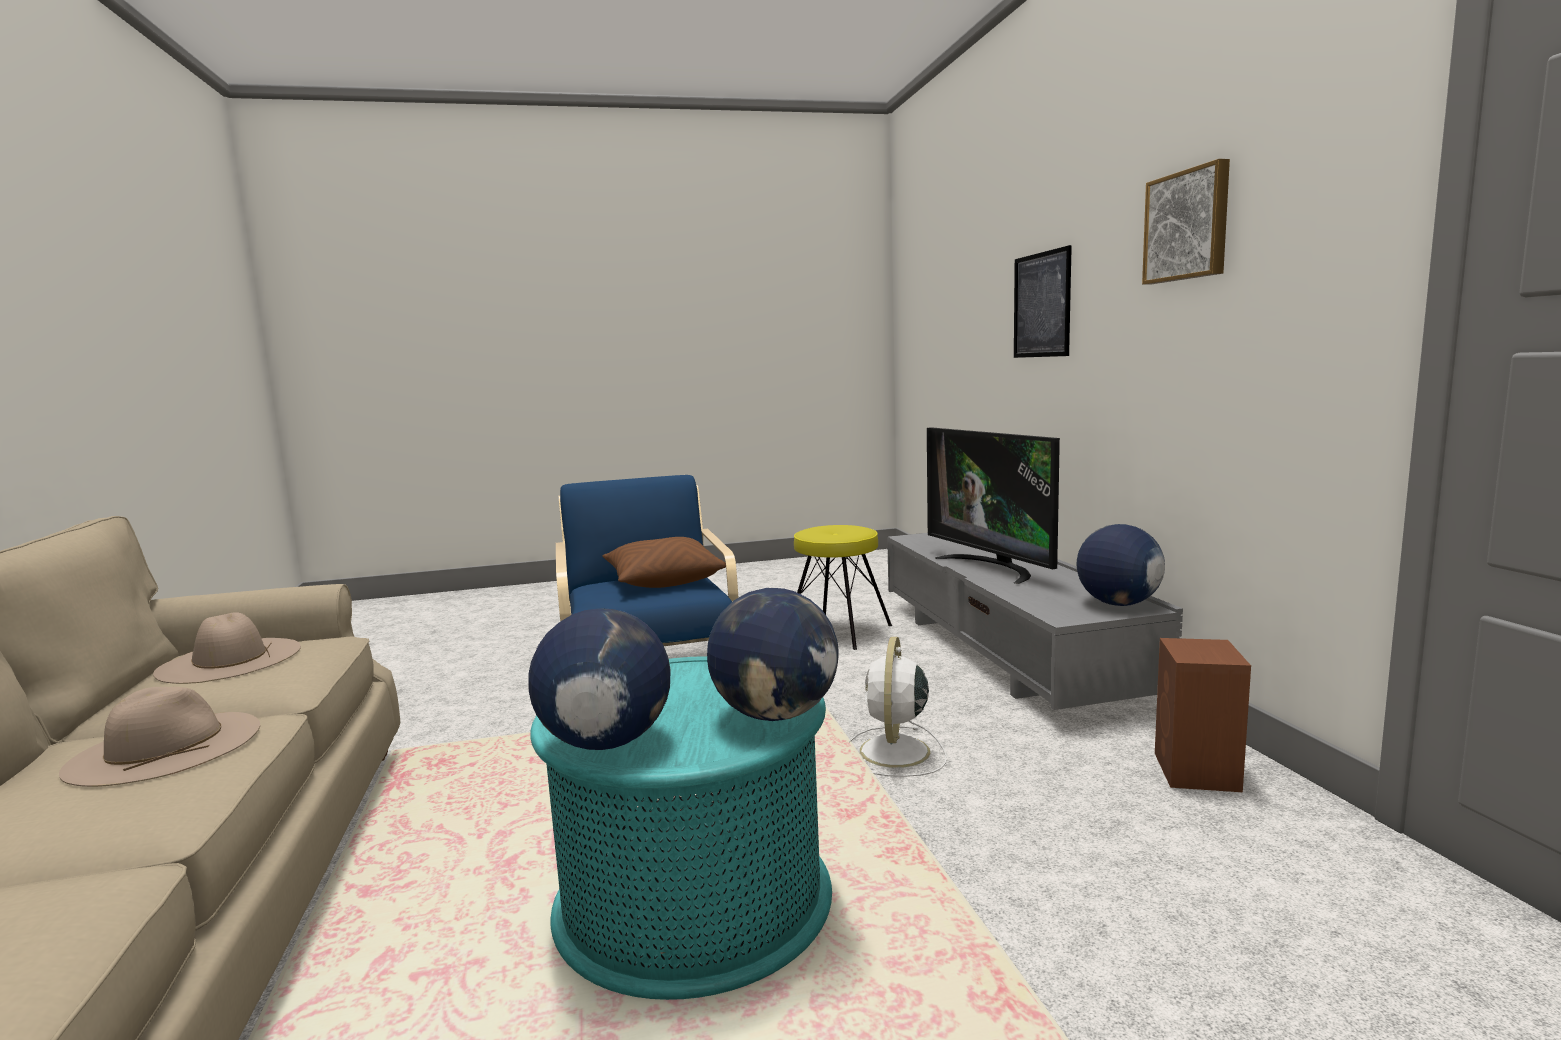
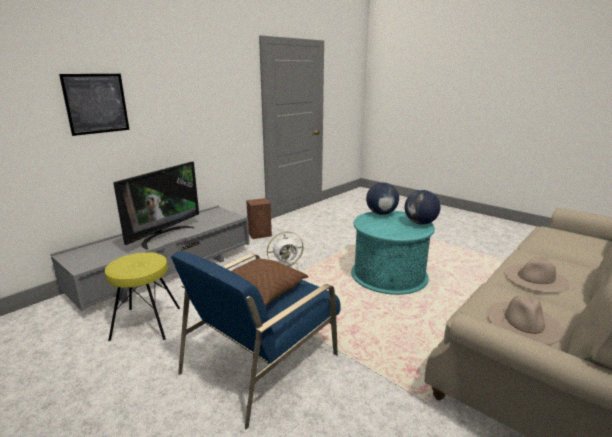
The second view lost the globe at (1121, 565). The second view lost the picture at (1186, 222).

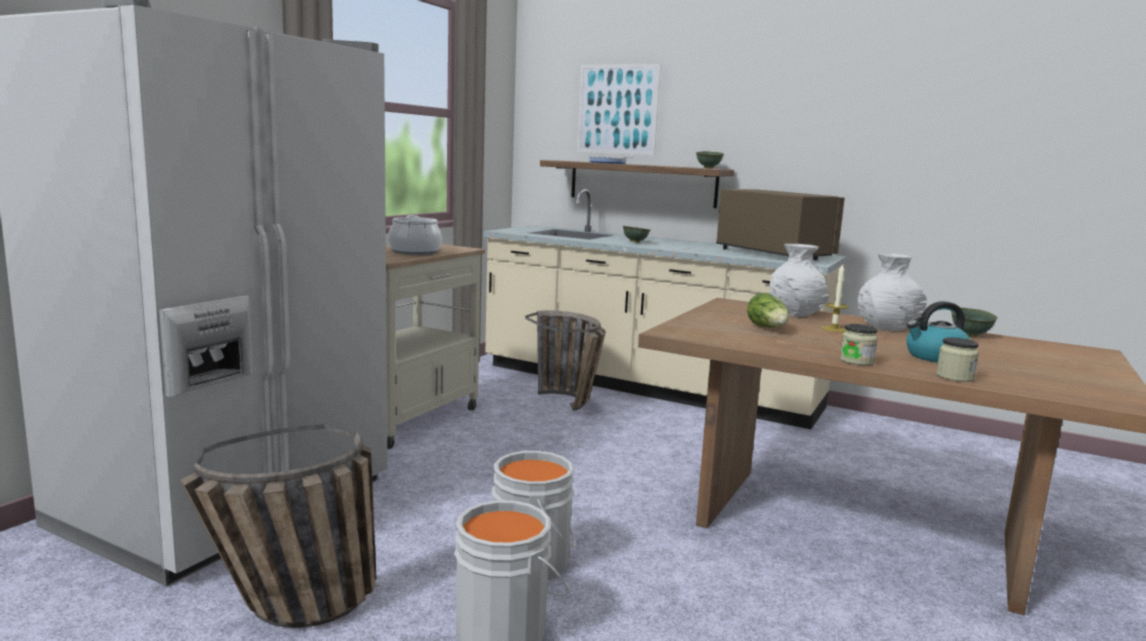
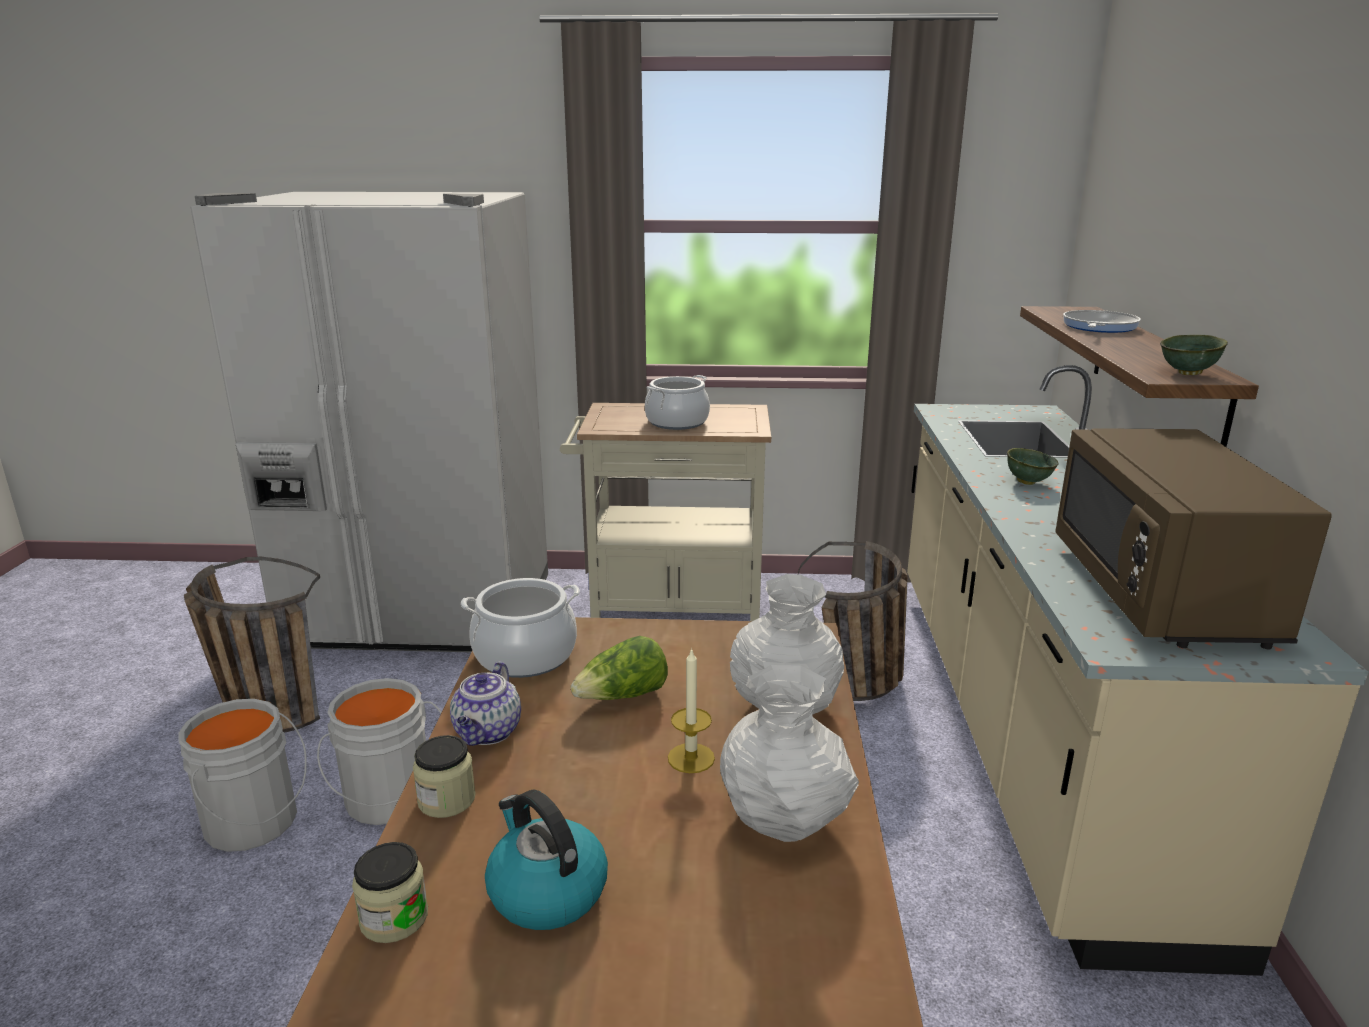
The second view lost the picture at (619, 110). The second view lost the green-coloured deep dish at (974, 322). The second view gained the teapot at (485, 704). The second view gained the stockpot at (520, 628). The brown microwave at (780, 224) ended up facing another way, 150 degrees clockwise from before.

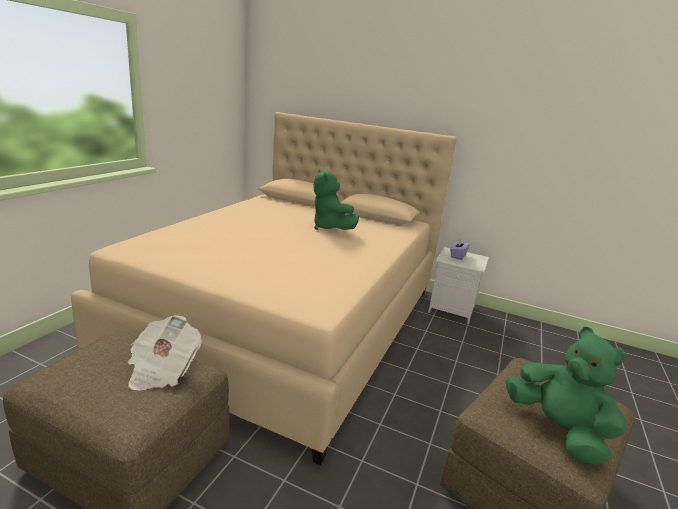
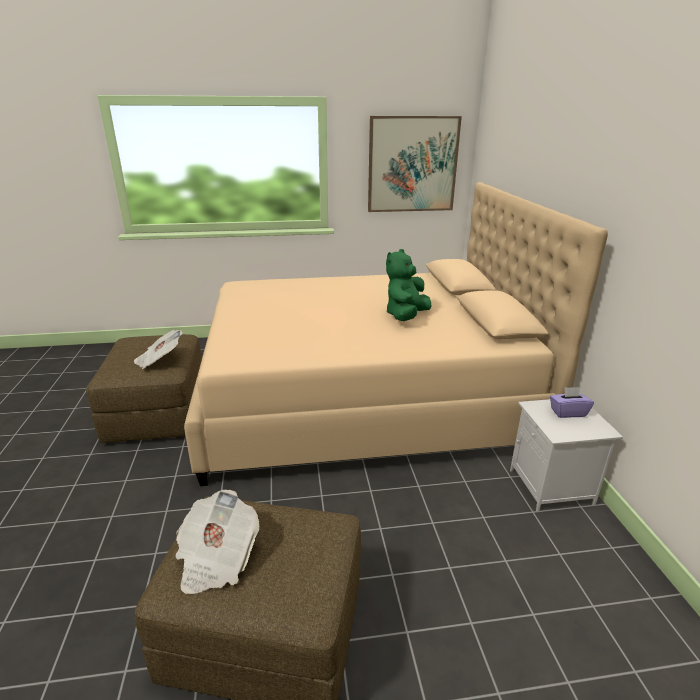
The second view gained the picture at (415, 164). Where the green-coloured soft toy stood at (566, 396), the newspaper came to stand at (217, 542).

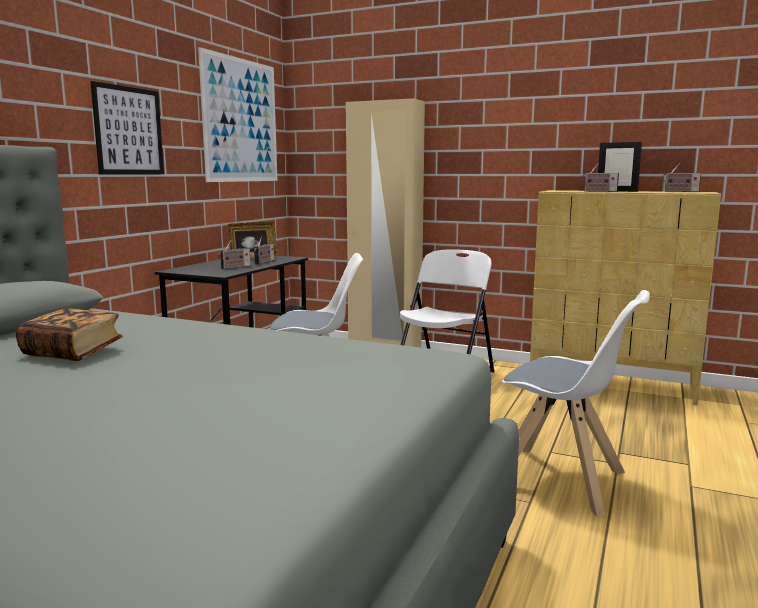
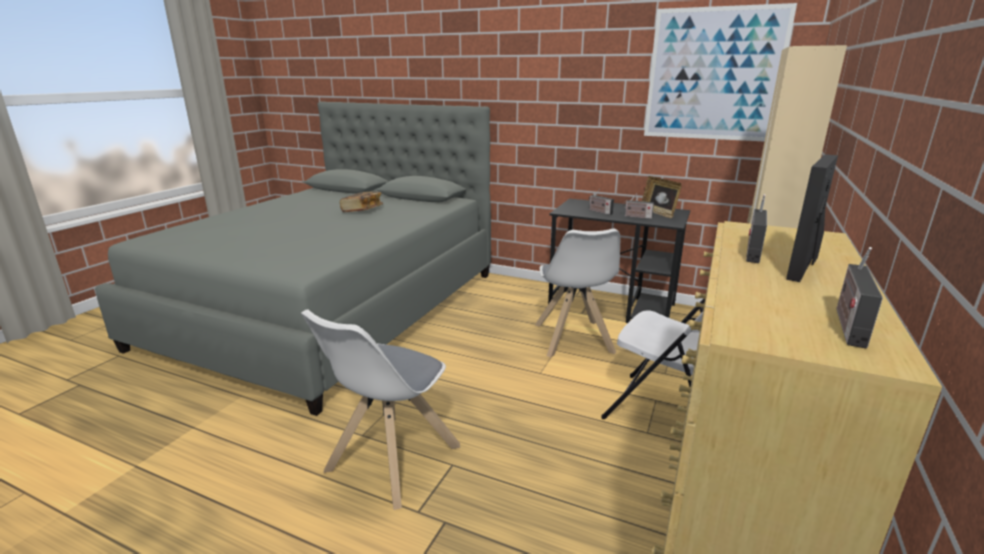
The second view lost the picture at (127, 128).

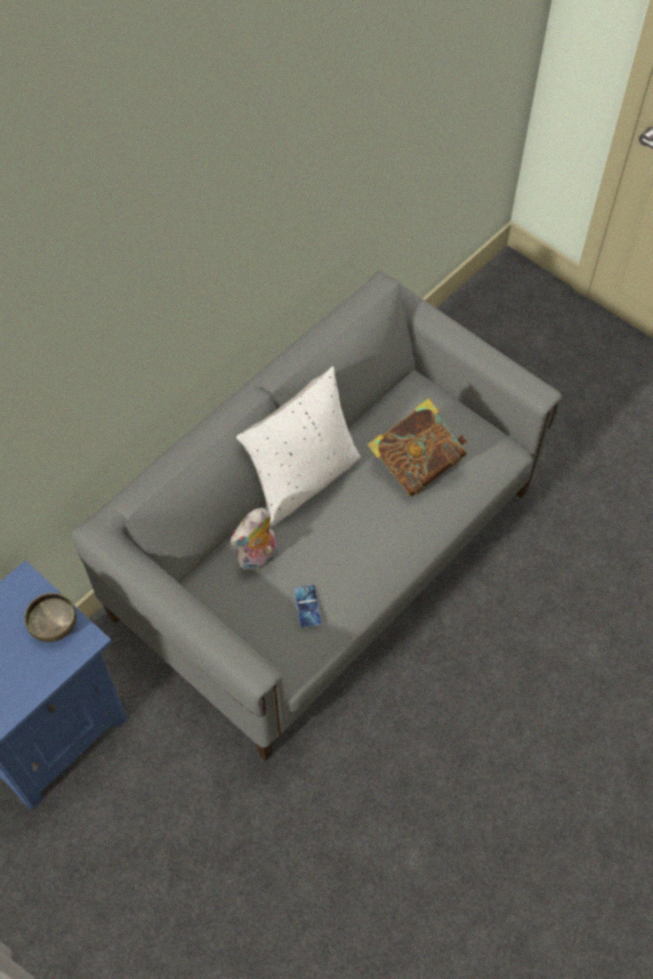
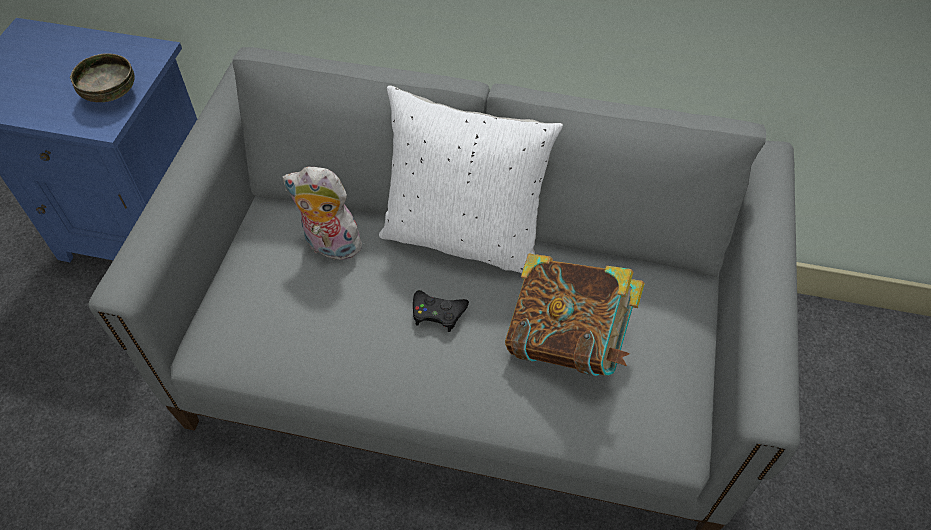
The second view lost the handset at (308, 606). The second view gained the black gamepad at (441, 311).

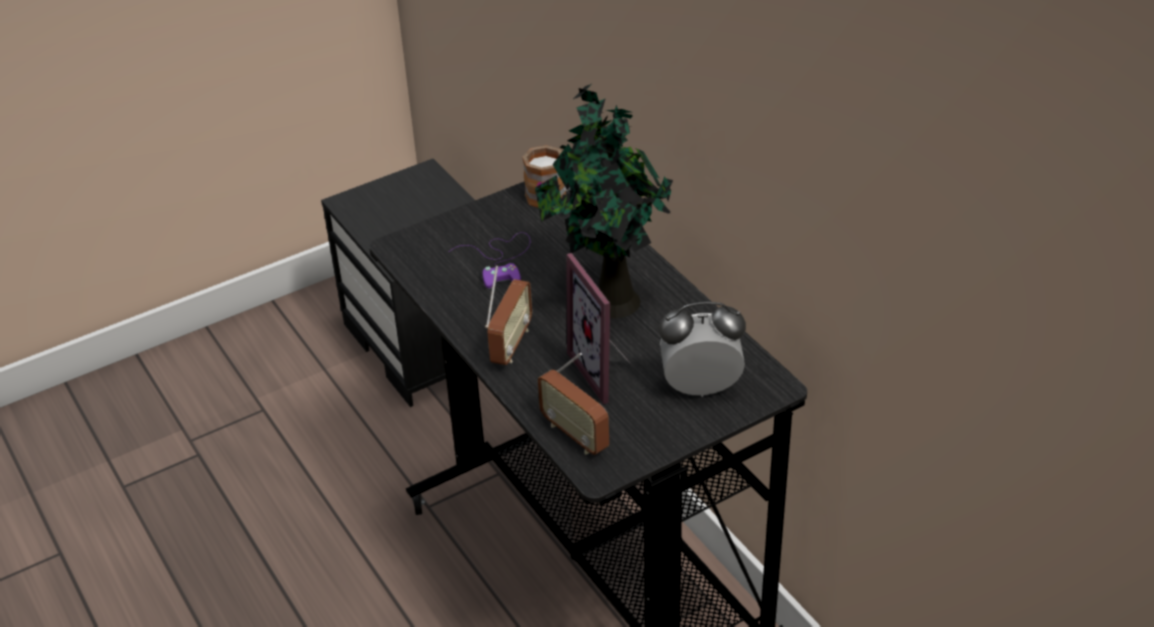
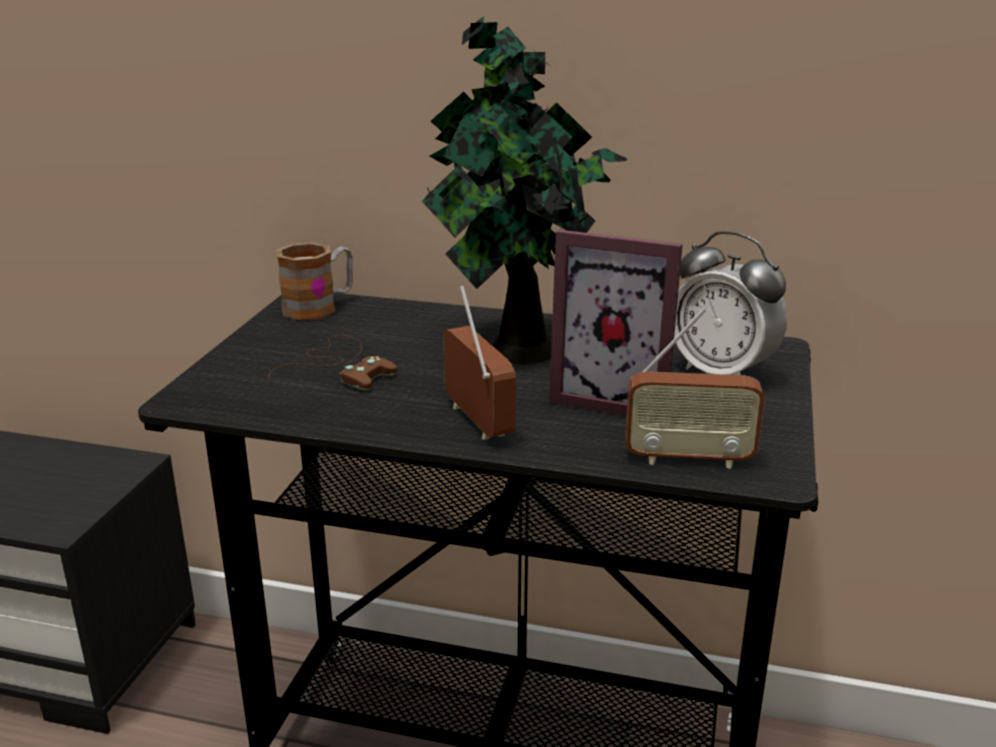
What was the purple gamepad at (489, 260) turned into the brown gamepad at (332, 362). The alarm clock at (702, 349) ended up facing another way, 90 degrees counterclockwise from before.

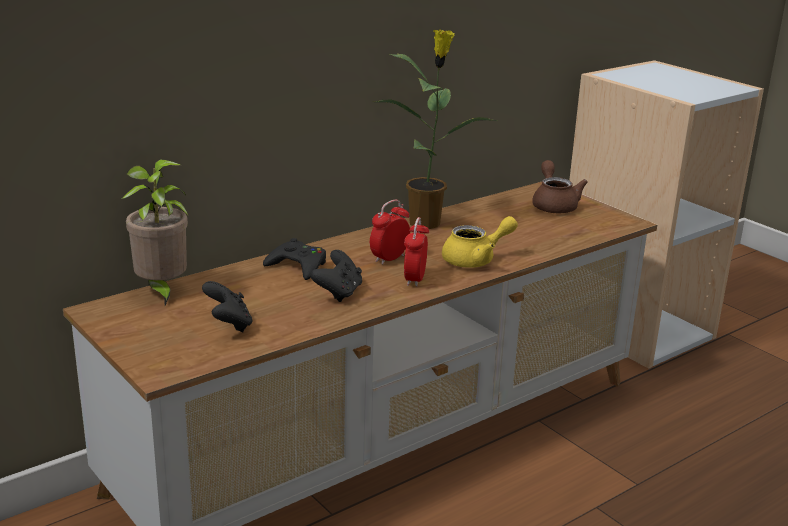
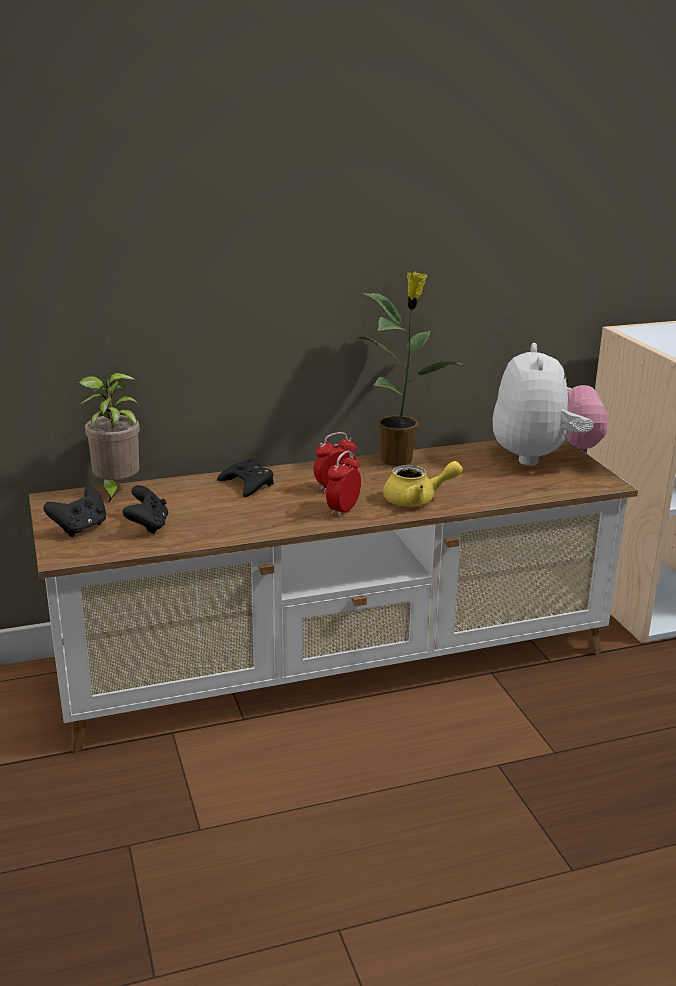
The black gamepad ended up elsewhere, having gone from (336, 276) to (74, 511). Where the brown teapot stood at (560, 186), the soft toy came to stand at (550, 404).

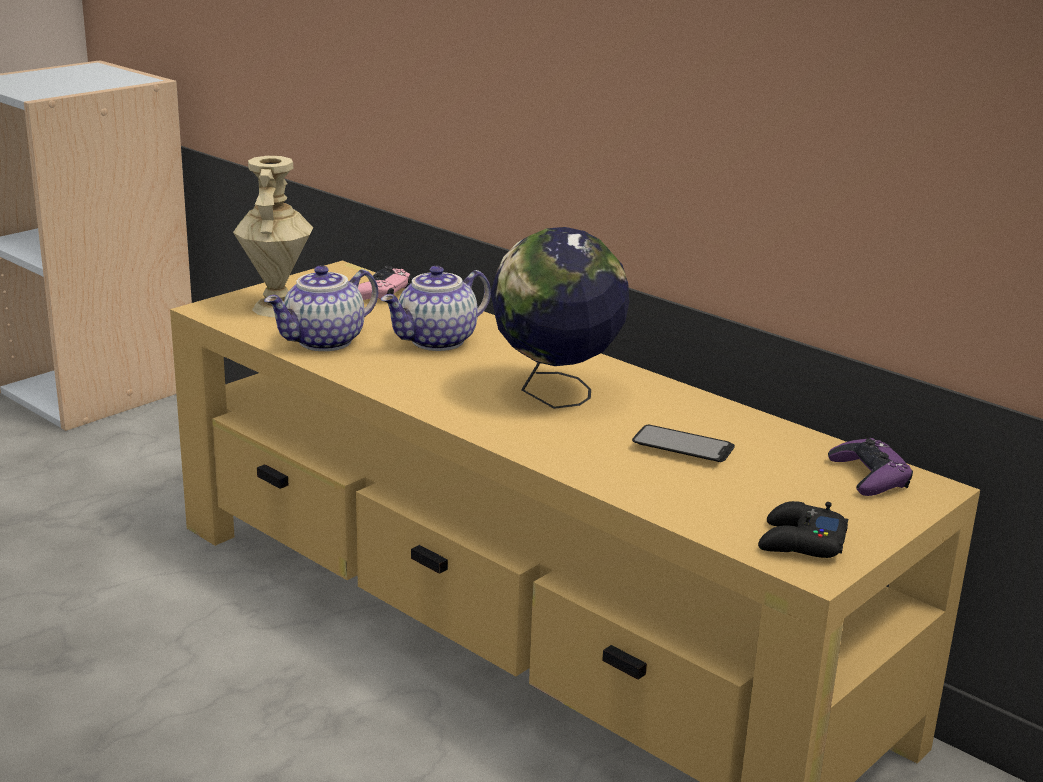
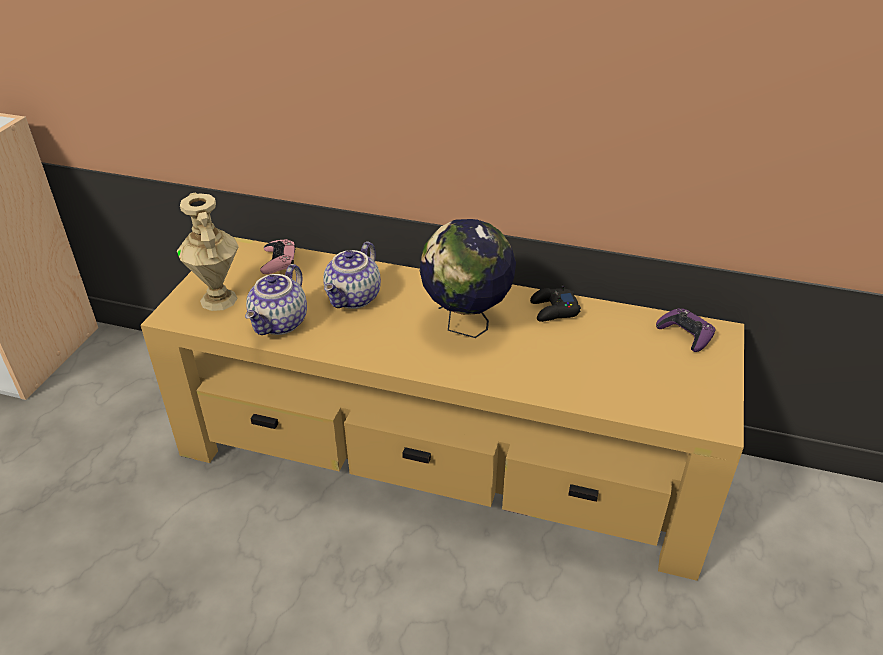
The second view lost the handset at (683, 443). The black gamepad ended up elsewhere, having gone from (803, 529) to (555, 303).

